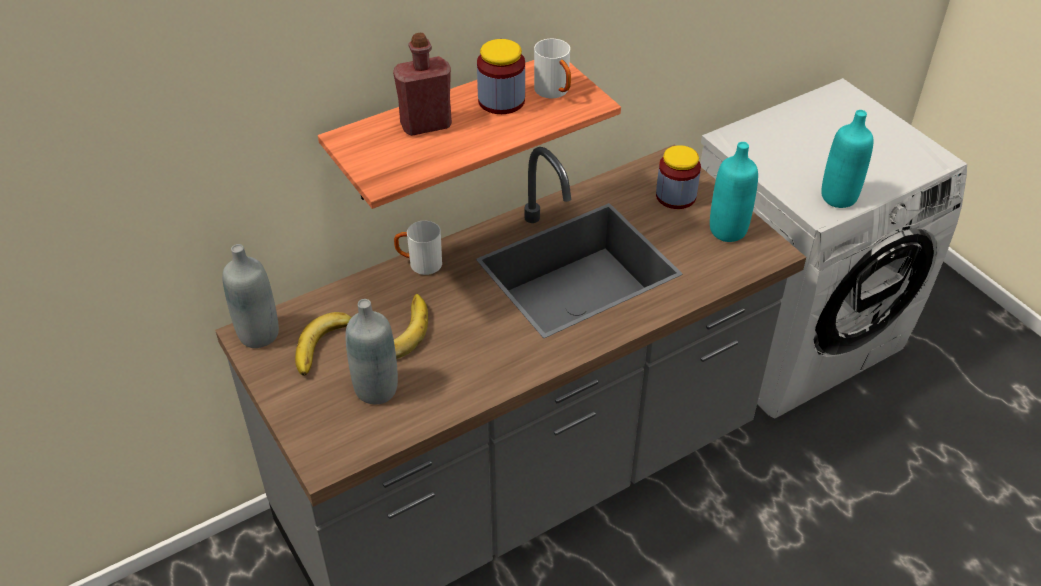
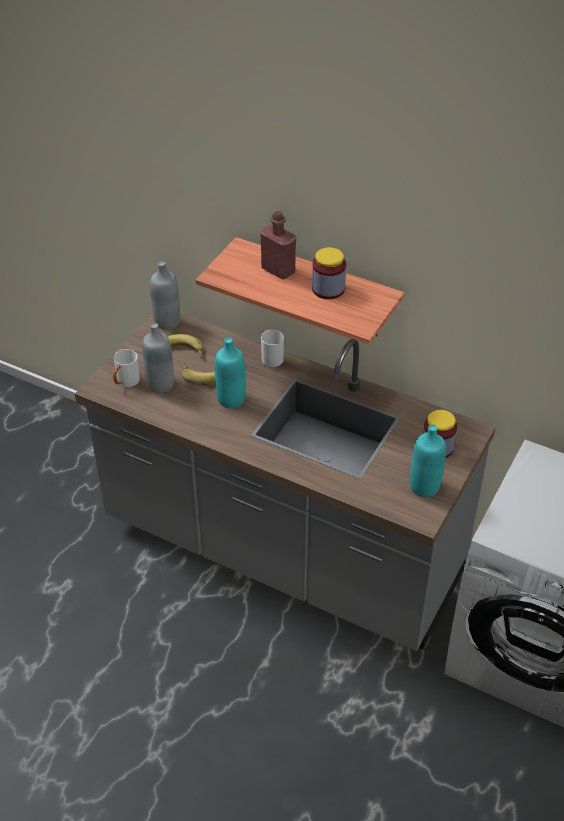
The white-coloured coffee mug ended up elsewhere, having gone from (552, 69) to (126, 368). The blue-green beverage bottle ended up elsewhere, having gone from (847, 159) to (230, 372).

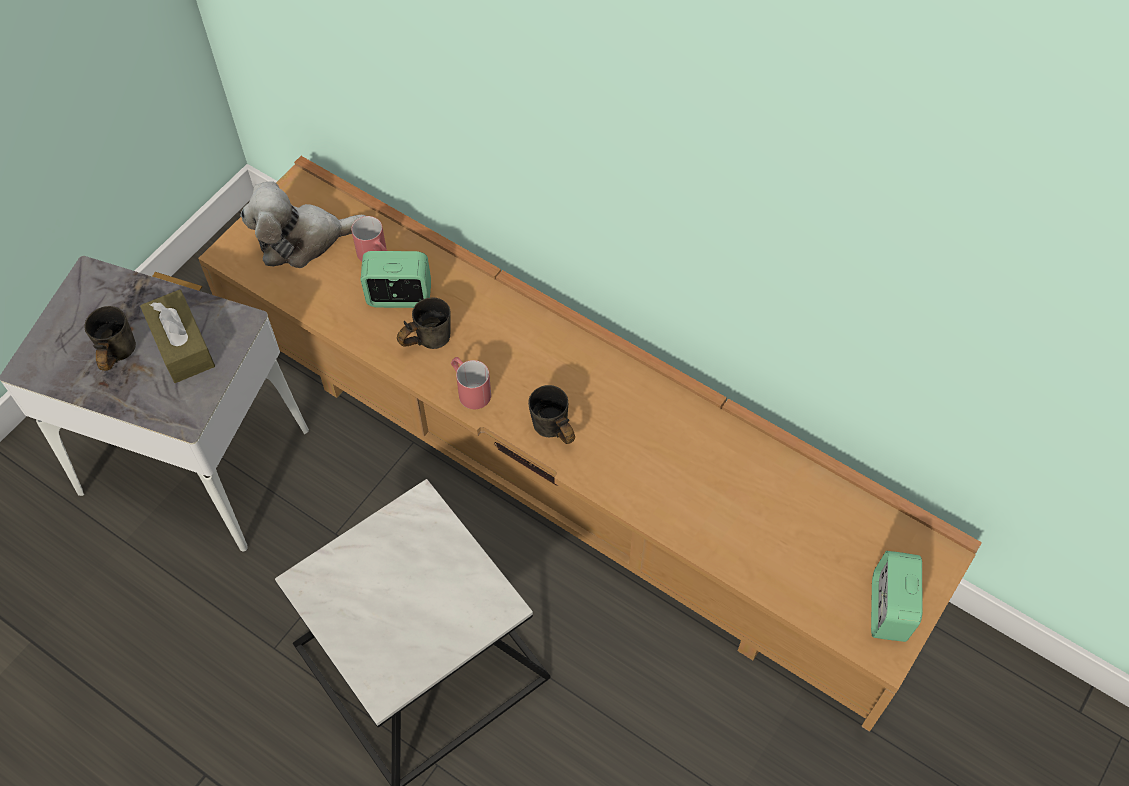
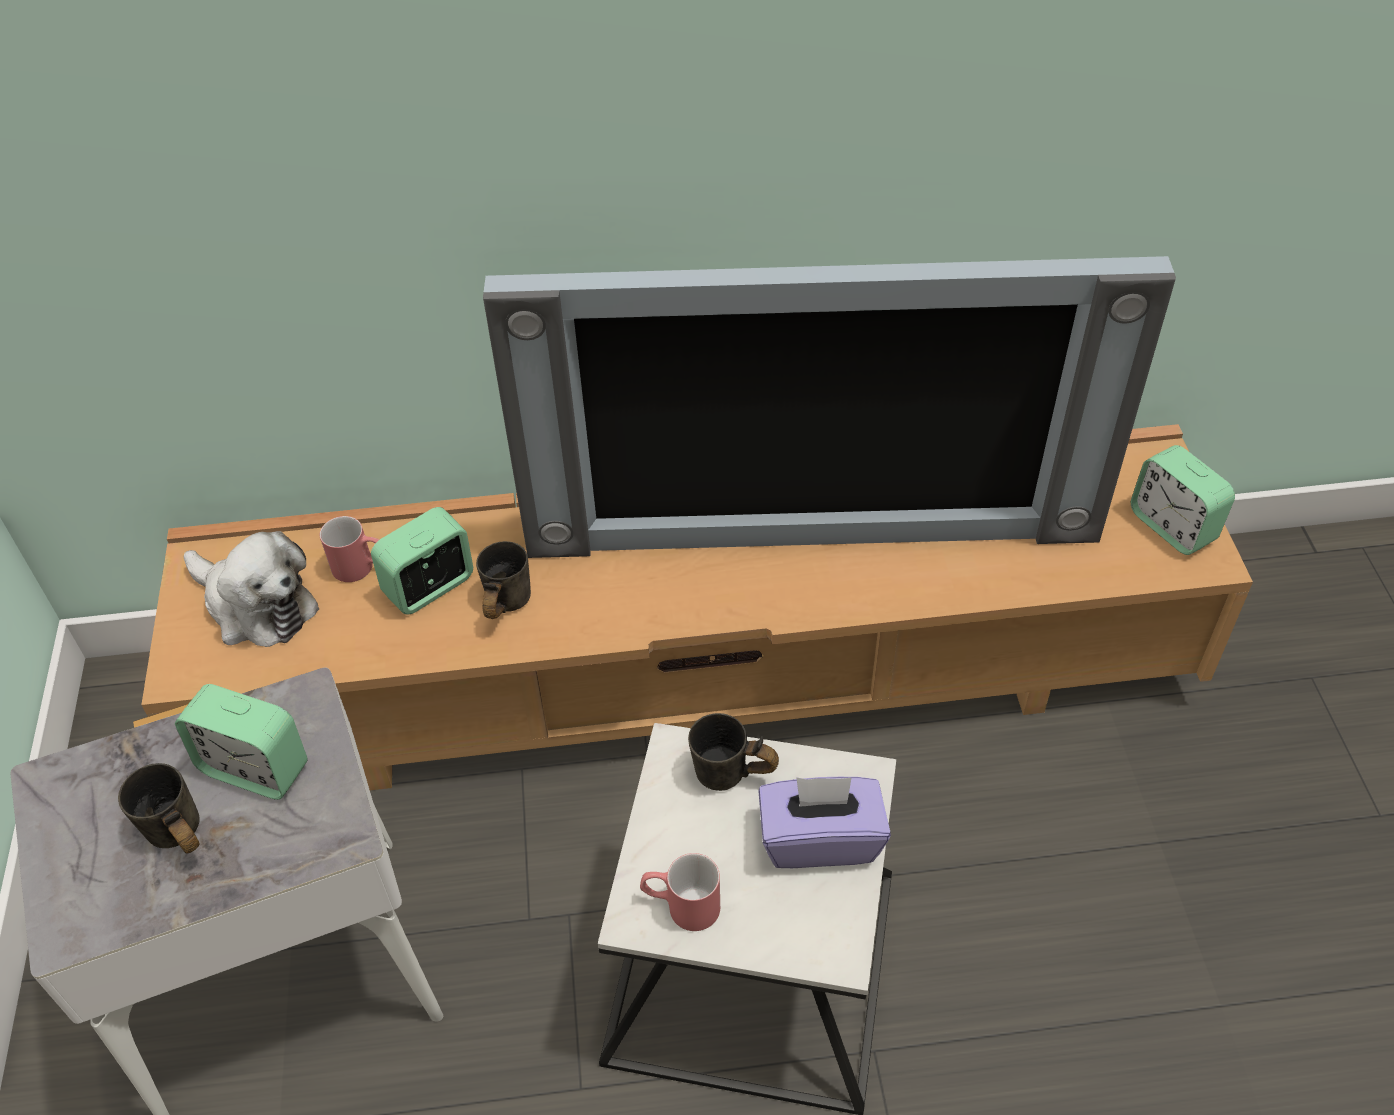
The second view gained the TV at (829, 407). The second view gained the purple tissue holder at (825, 822). The red coffee mug ended up elsewhere, having gone from (471, 383) to (680, 892). The gray coffee mug ended up elsewhere, having gone from (551, 414) to (733, 752). Where the brown tissue holder stood at (177, 336), the alarm clock came to stand at (241, 742). The soft toy at (303, 224) ended up facing another way, 90 degrees counterclockwise from before.

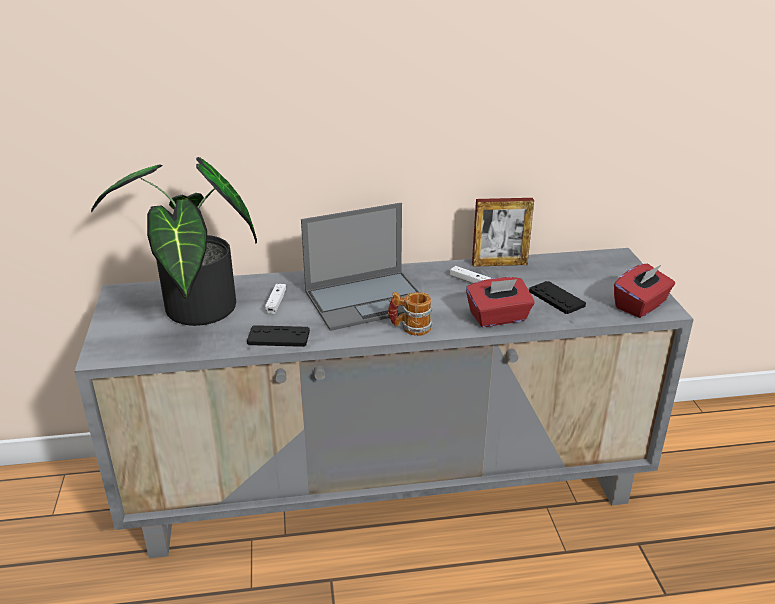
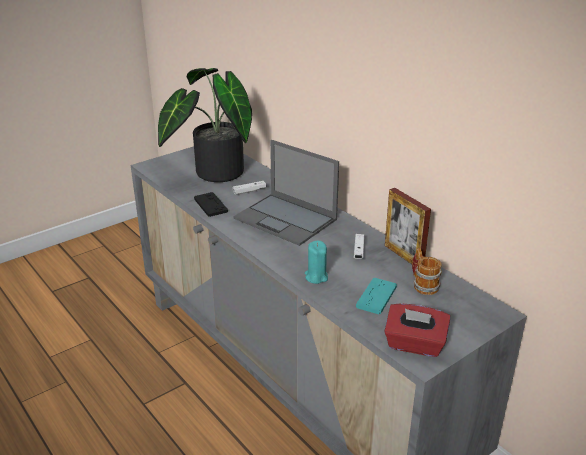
The coffee mug ended up elsewhere, having gone from (410, 313) to (427, 271). Where the red tissue holder stood at (500, 302), the blue-green wax light came to stand at (316, 262). What was the black gamepad at (557, 297) turned into the blue-green gamepad at (376, 296).

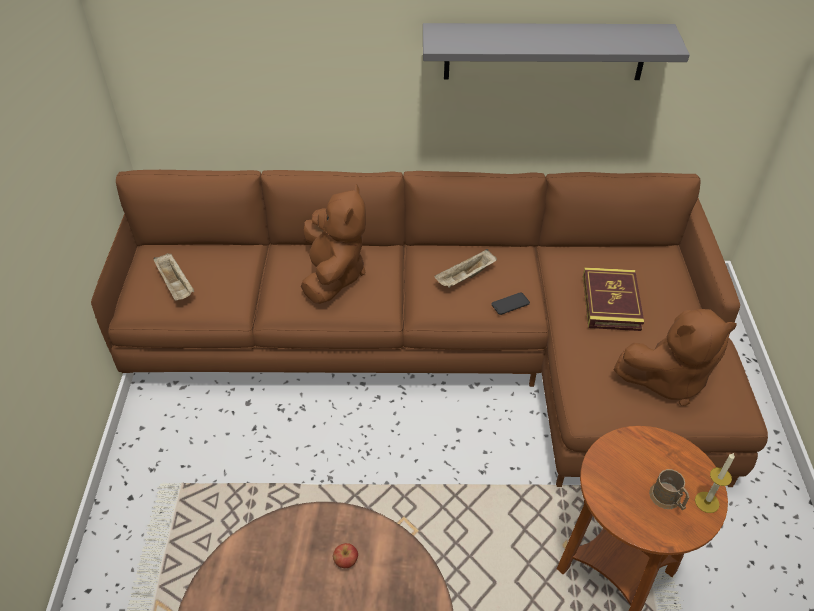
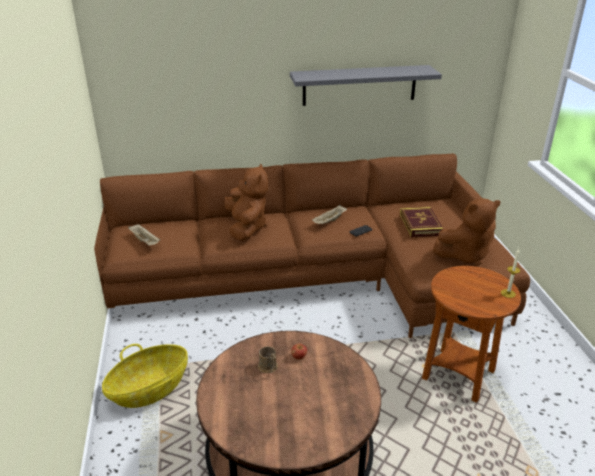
The second view gained the basket at (145, 376). The brown coffee mug ended up elsewhere, having gone from (669, 489) to (268, 359).

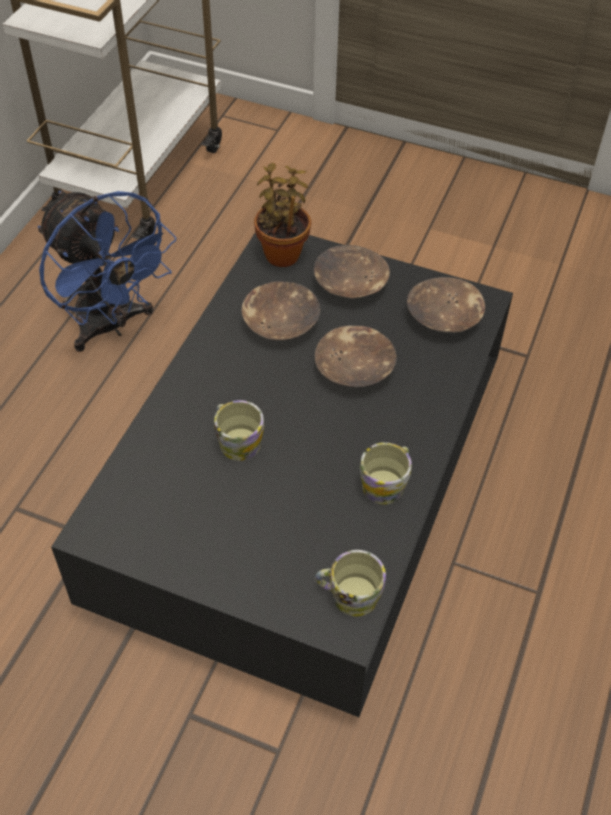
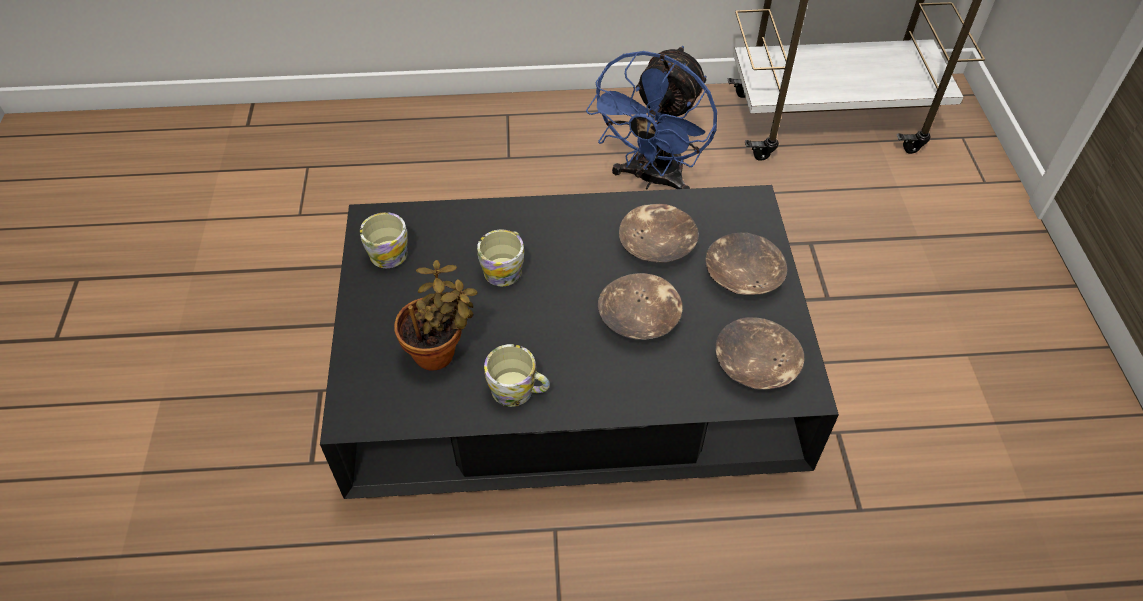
The plant in a pot ended up elsewhere, having gone from (282, 215) to (436, 315). The coffee mug ended up elsewhere, having gone from (350, 583) to (384, 240).

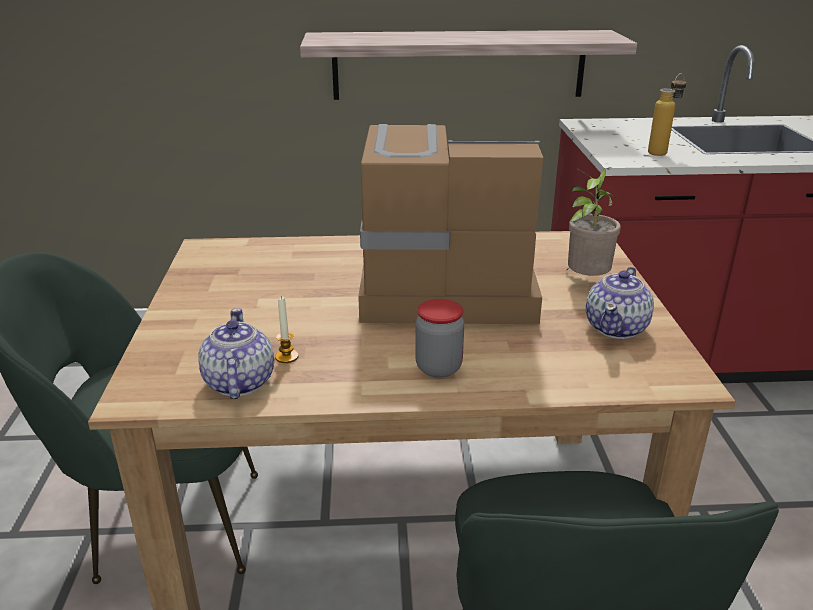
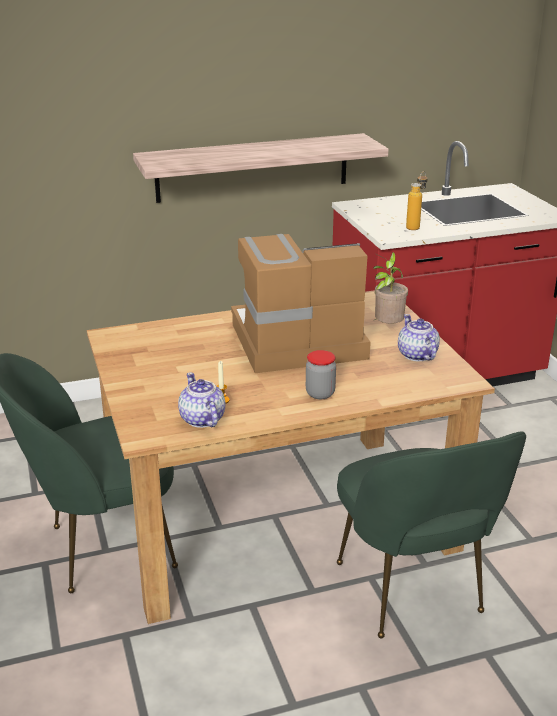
The teapot at (620, 303) ended up facing another way, 150 degrees clockwise from before.

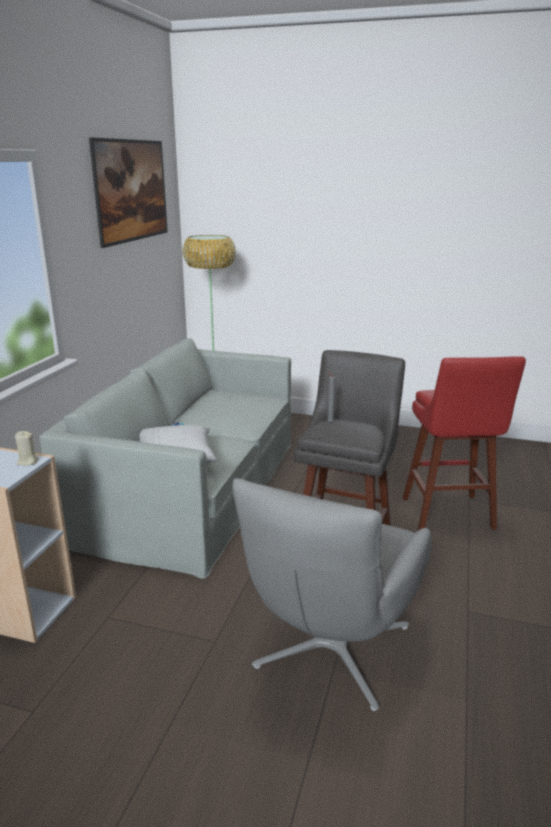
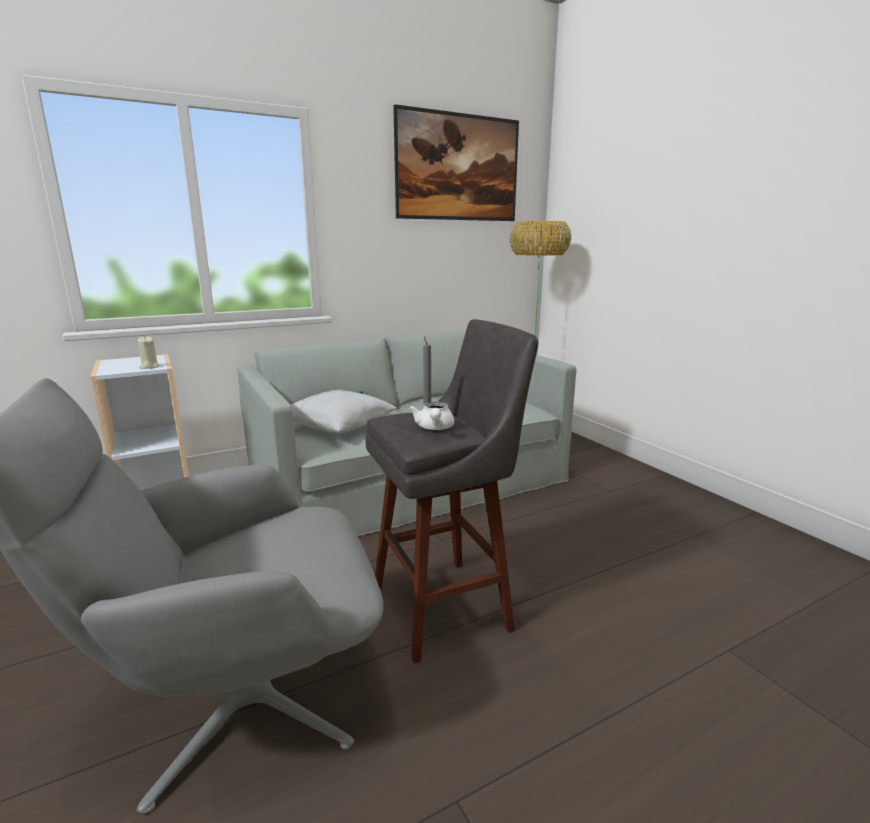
The second view lost the red stool seat at (464, 443). The second view gained the white-coloured teapot at (431, 416).

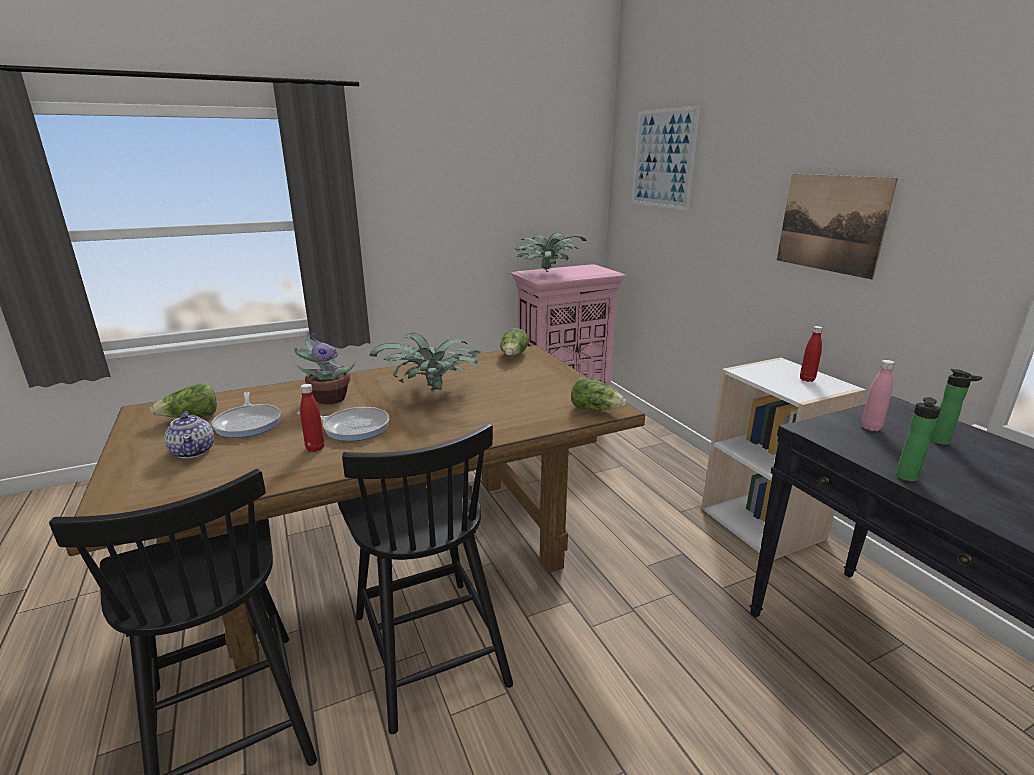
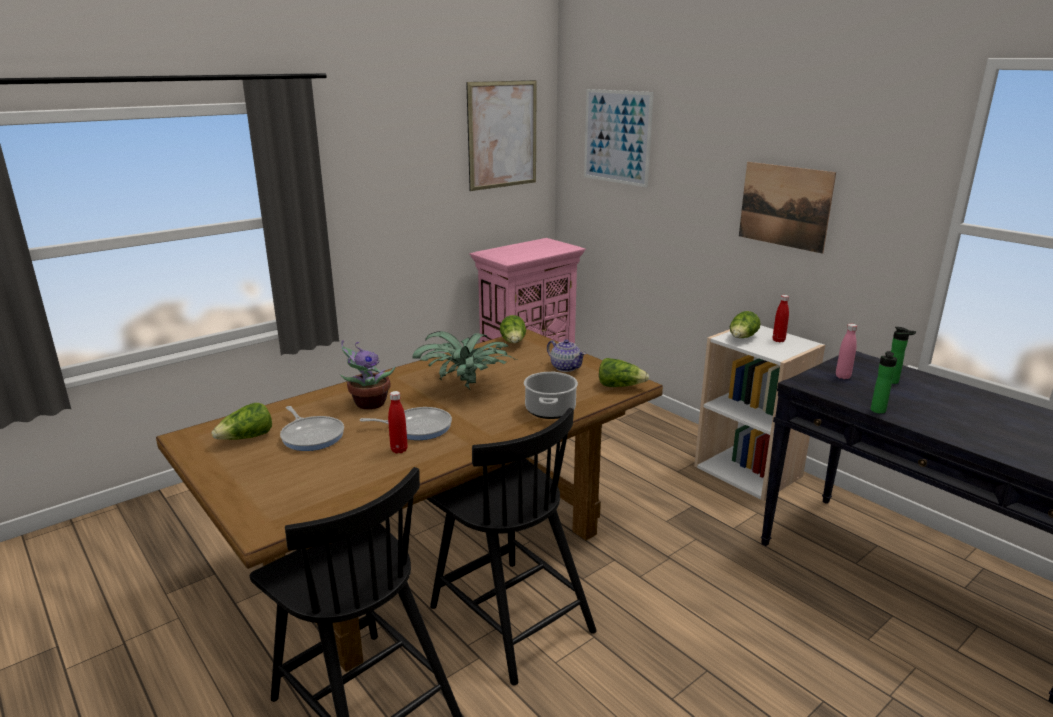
The second view lost the plant in a pot at (551, 252). The second view gained the picture at (501, 135). The second view gained the stockpot at (551, 395). The second view gained the lettuce at (745, 324). The teapot ended up elsewhere, having gone from (189, 435) to (566, 355).

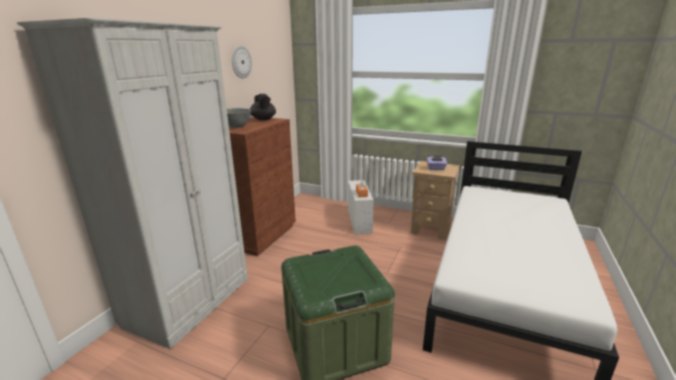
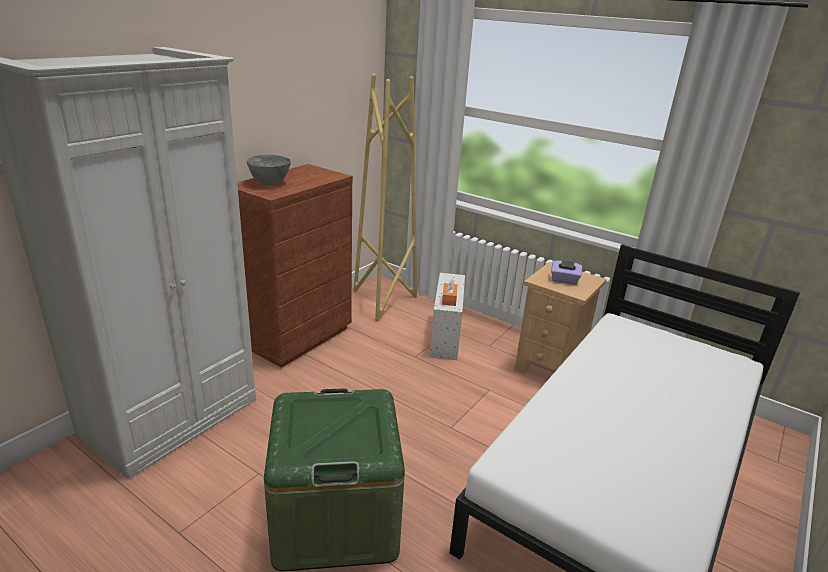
The second view lost the clock on the wall at (242, 62). The second view lost the black teapot at (263, 107). The second view gained the yellowish garment rack at (385, 197).

